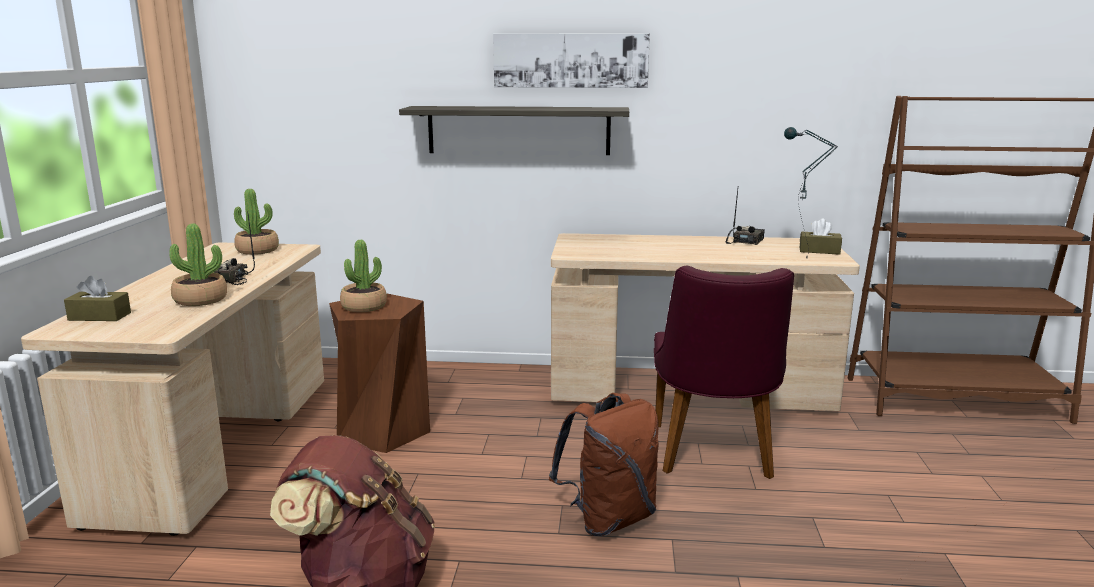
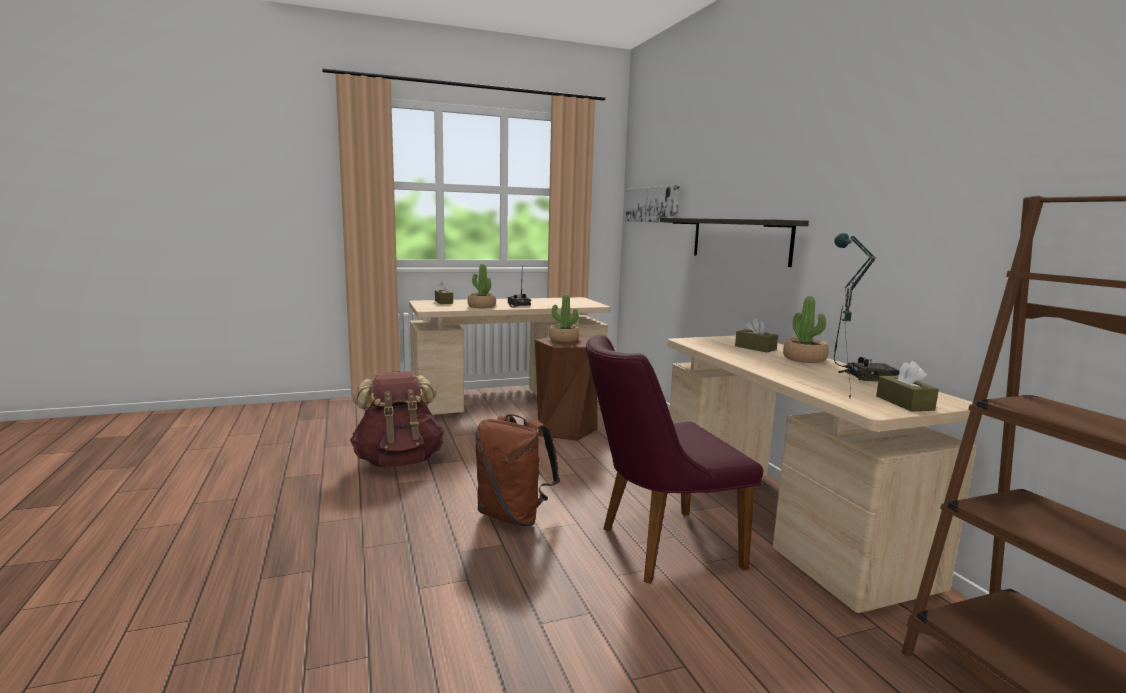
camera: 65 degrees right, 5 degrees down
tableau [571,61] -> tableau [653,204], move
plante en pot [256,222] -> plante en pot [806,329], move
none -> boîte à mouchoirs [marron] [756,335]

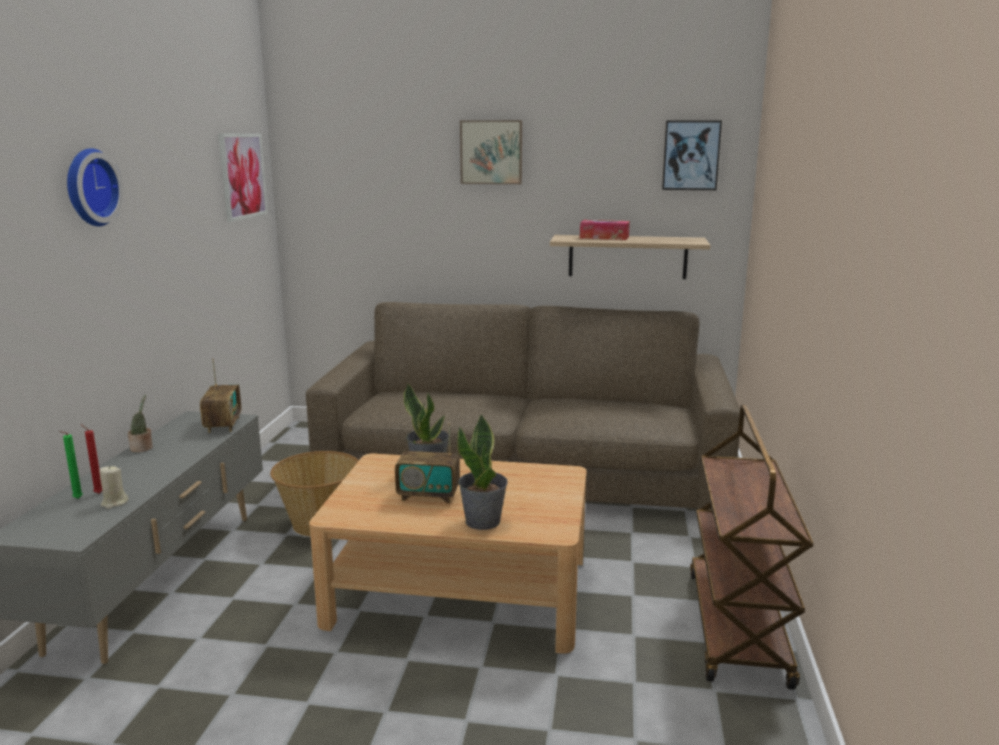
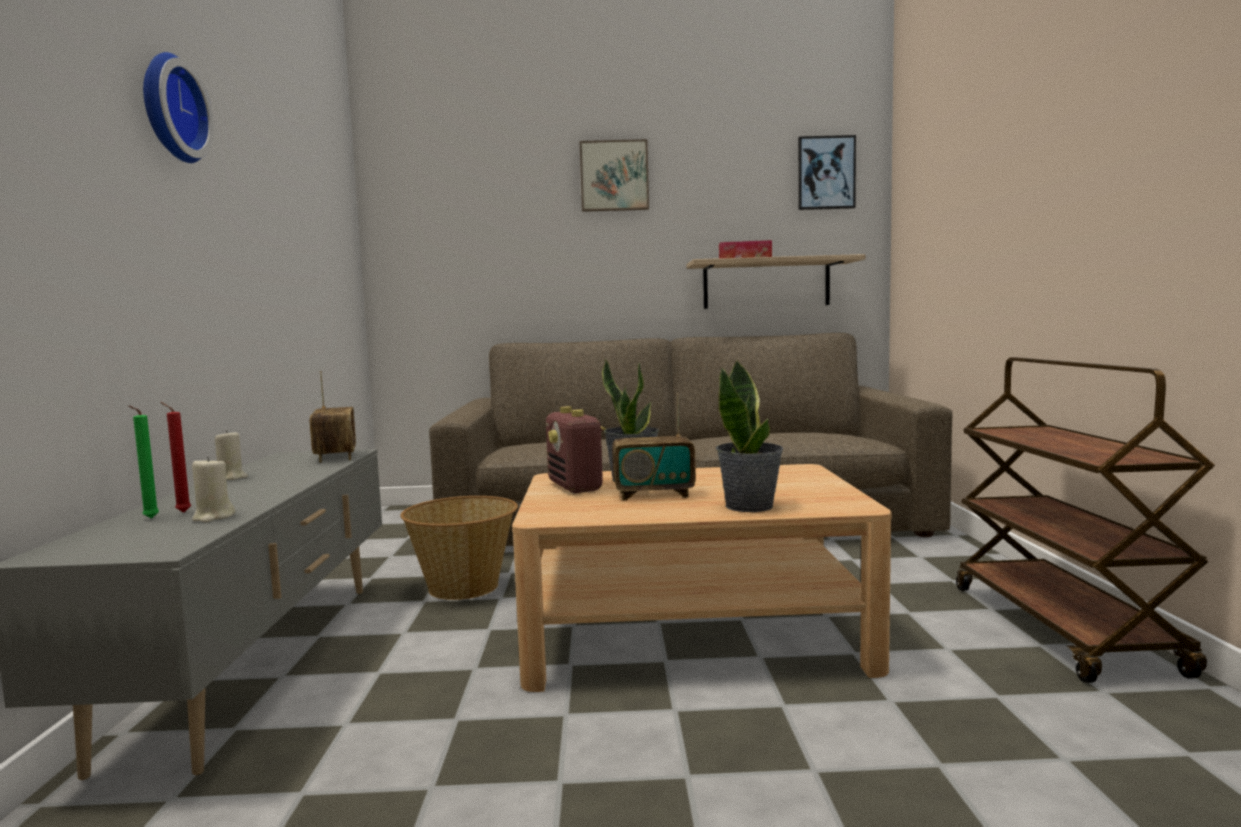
camera: 10 degrees left, 10 degrees down
tableau [243,177] -> none
plante en pot [140,423] -> bougie [beige] [231,455]
none -> radio [576,449]

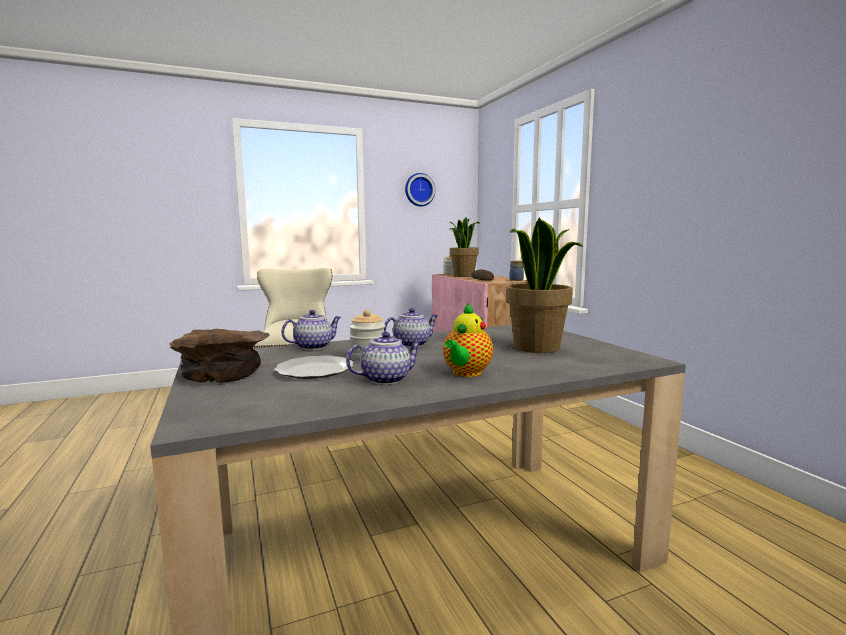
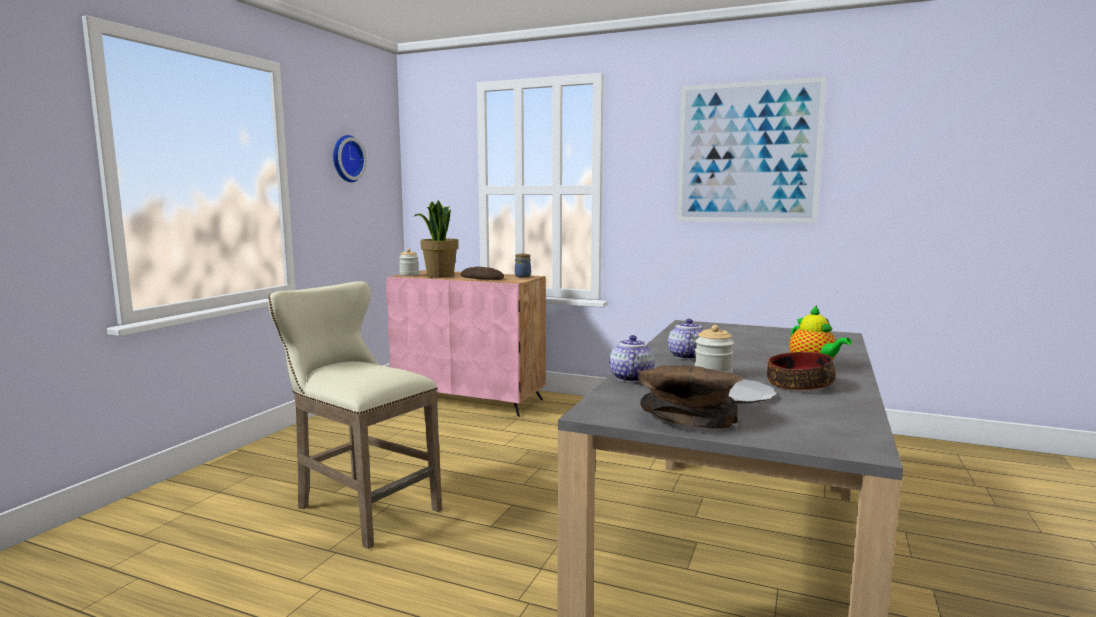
camera: 45 degrees left, 0 degrees up
plante en pot [544,285] -> none
théière [384,358] -> bol [801,371]
none -> tableau [752,150]

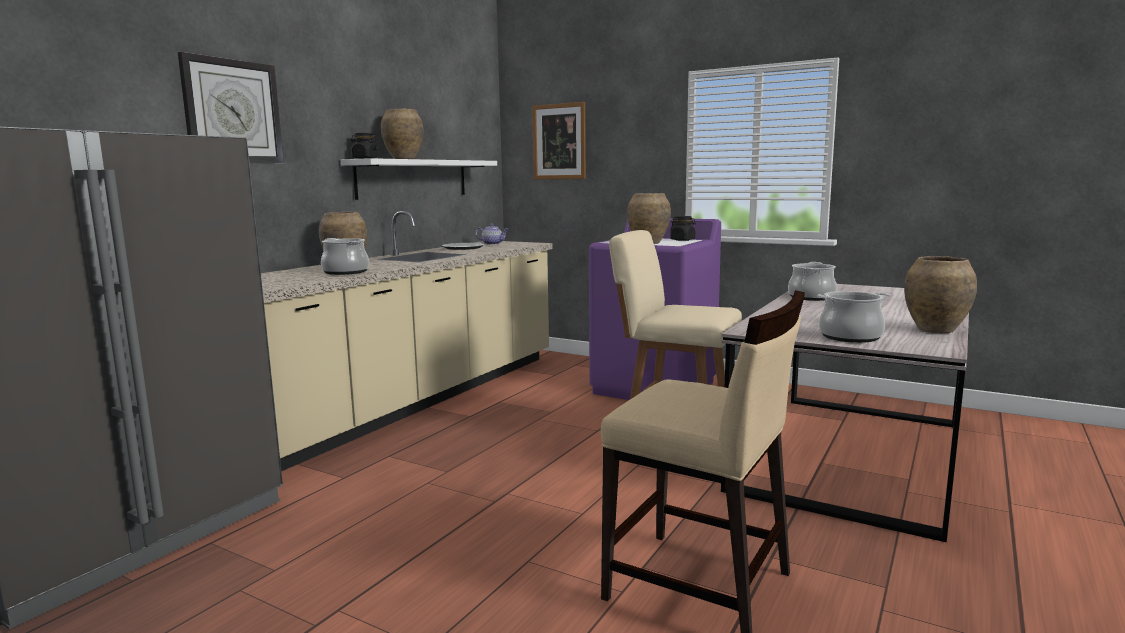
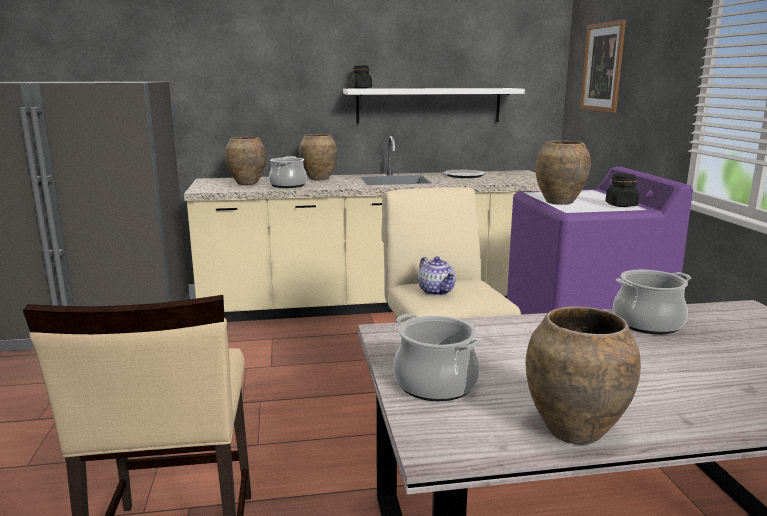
camera: 50 degrees right, 5 degrees up
horloge murale [231,107] -> none
vase [marron] [402,134] -> vase [marron] [245,161], move
théière [491,234] -> théière [437,276], move

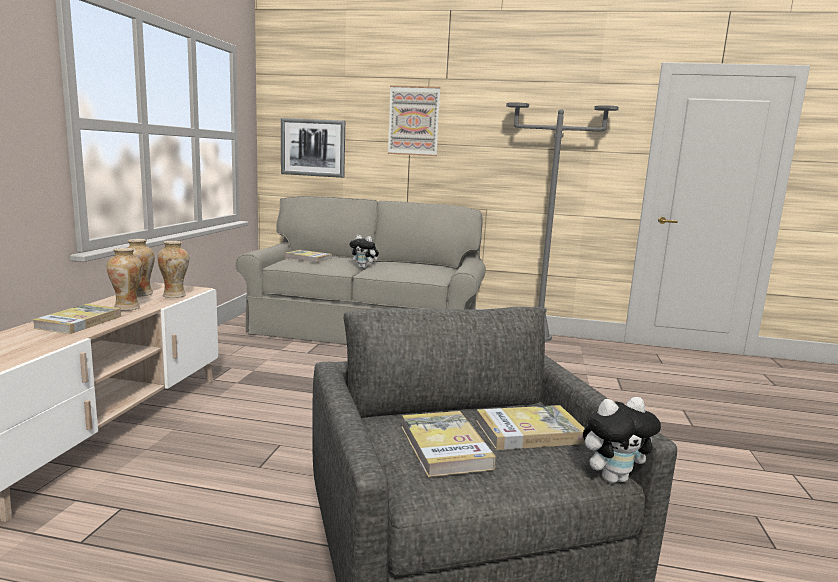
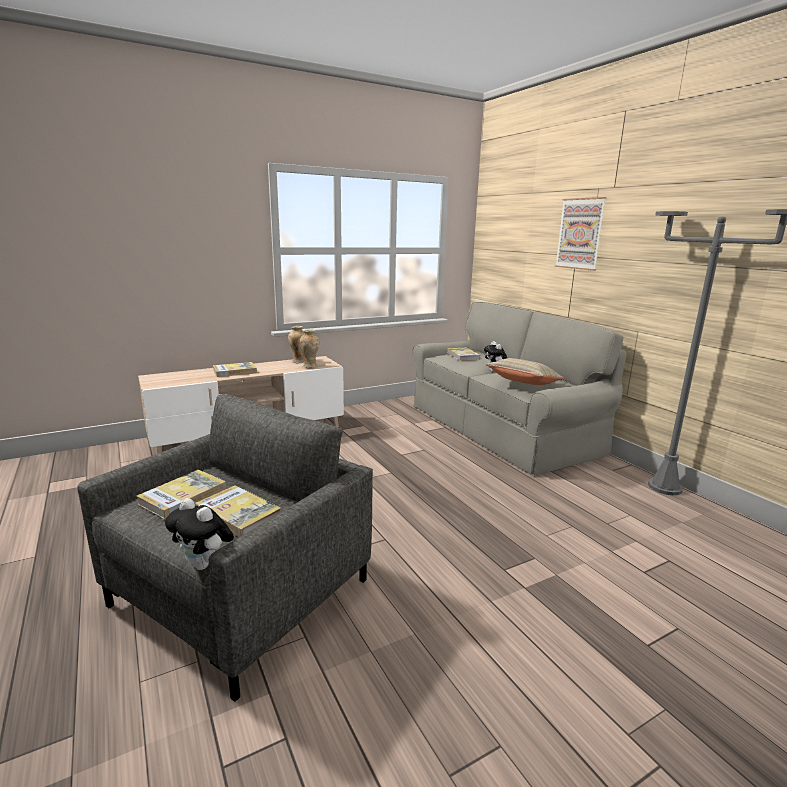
camera: 50 degrees right, 5 degrees up
tableau [313,148] -> none
vase [125,279] -> none
none -> coussin [beige] [525,371]

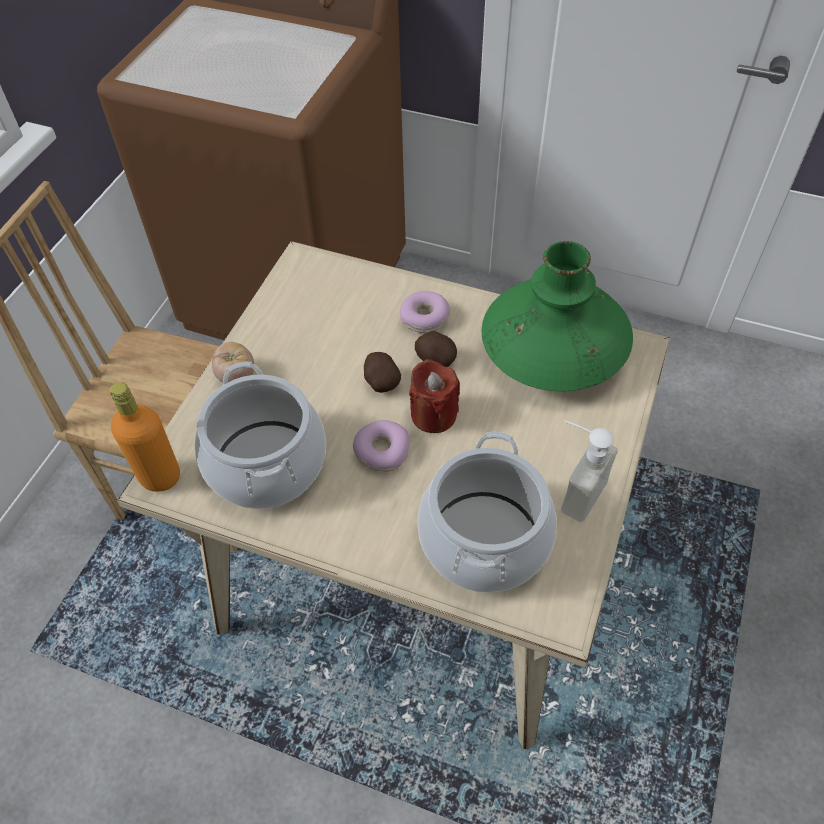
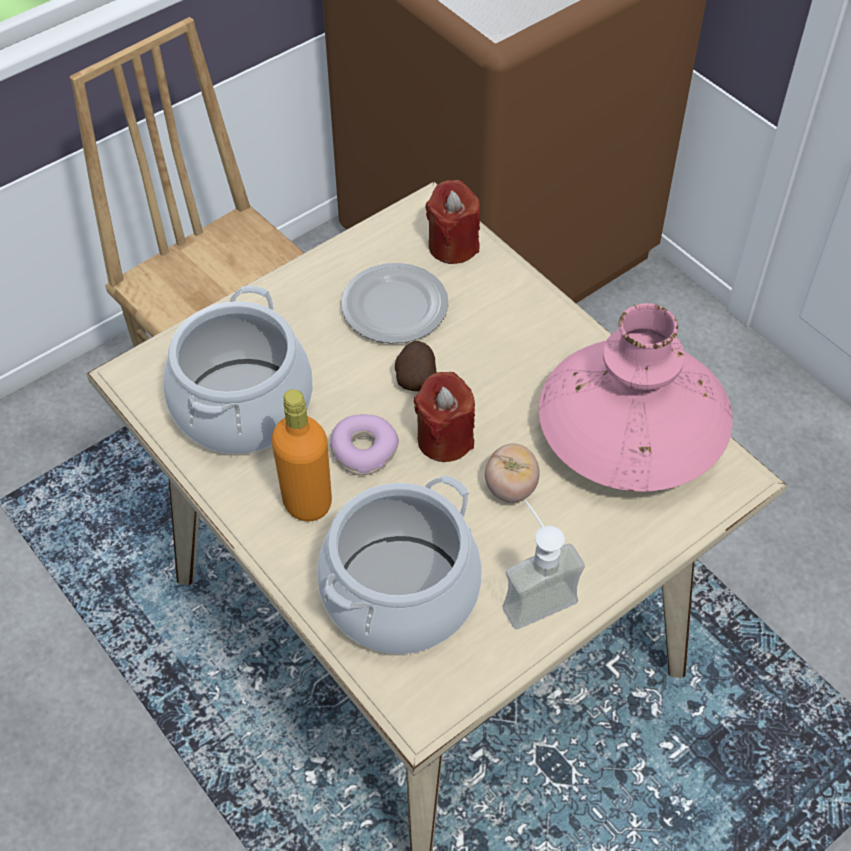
camera: 30 degrees right, 0 degrees up
vase [vert] [557,316] -> vase [rose] [636,397]
beignet [425,312] -> none
pomme de terre [436,349] -> none
tomate [233,362] -> tomate [512,473], move
bouteille [orange] [145,437] -> bouteille [orange] [301,455], move
none -> bougie [rouge] [453,222]
none -> assiette [395,303]

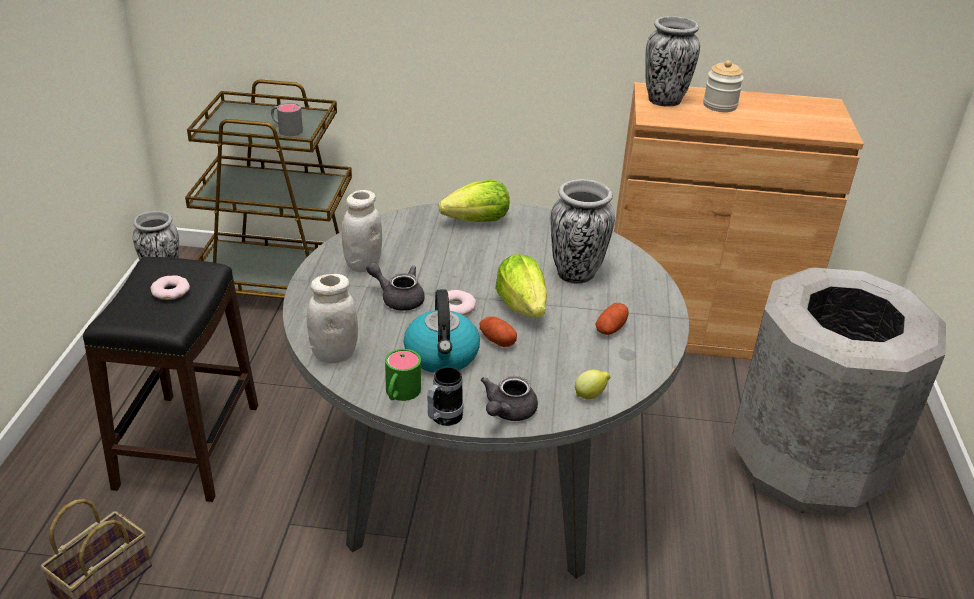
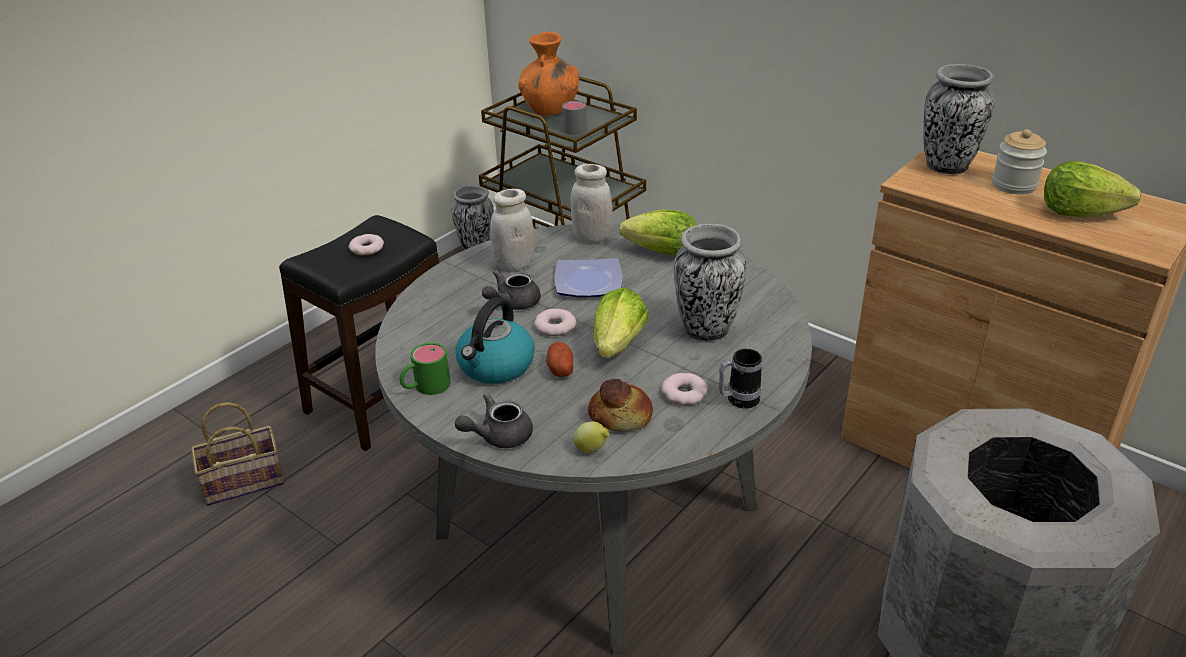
camera: 35 degrees right, 0 degrees up
théière [gris] [395,286] -> théière [gris] [511,290], 105 degrees counterclockwise
bocal [blanc] [332,319] -> bocal [blanc] [591,203], move
pomme de terre [612,319] -> beignet [684,389]
mug [445,396] -> mug [740,379], move
none -> vase [orange] [548,74]
none -> laitue [1092,189]
none -> assiette [588,277]
none -> pain [620,405]

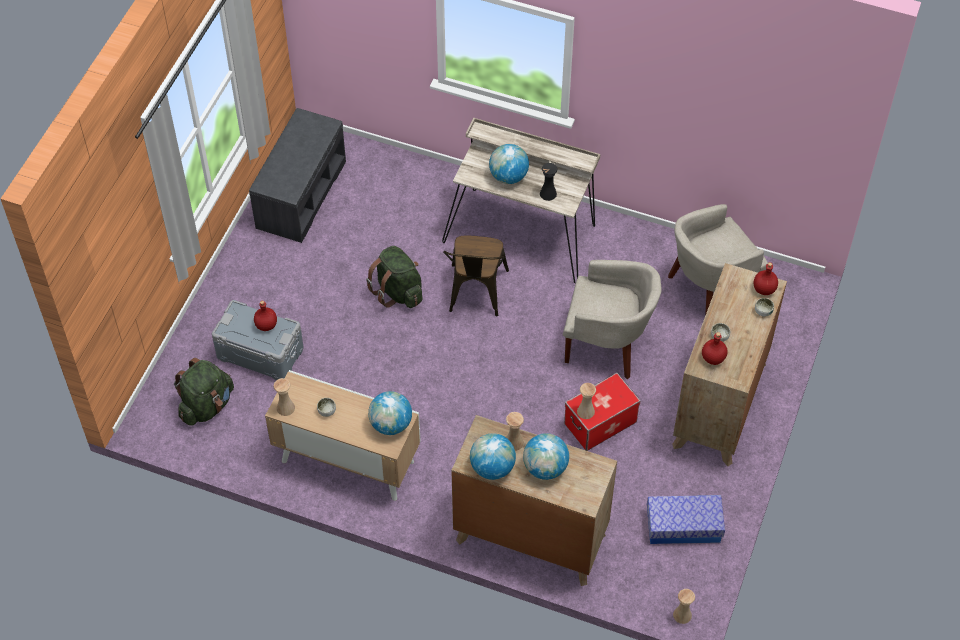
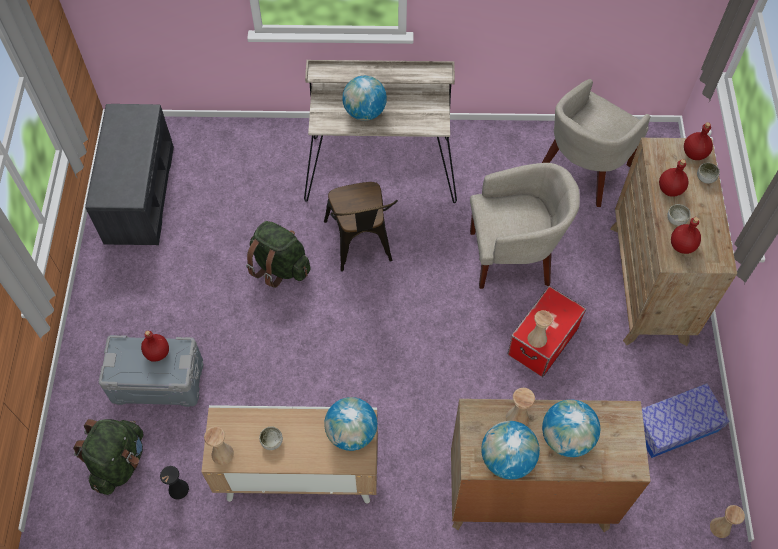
camera: 20 degrees left, 5 degrees up
vase [noir] [548,182] -> vase [noir] [174,483], move
none -> bouteille [rouge] [673,178]

